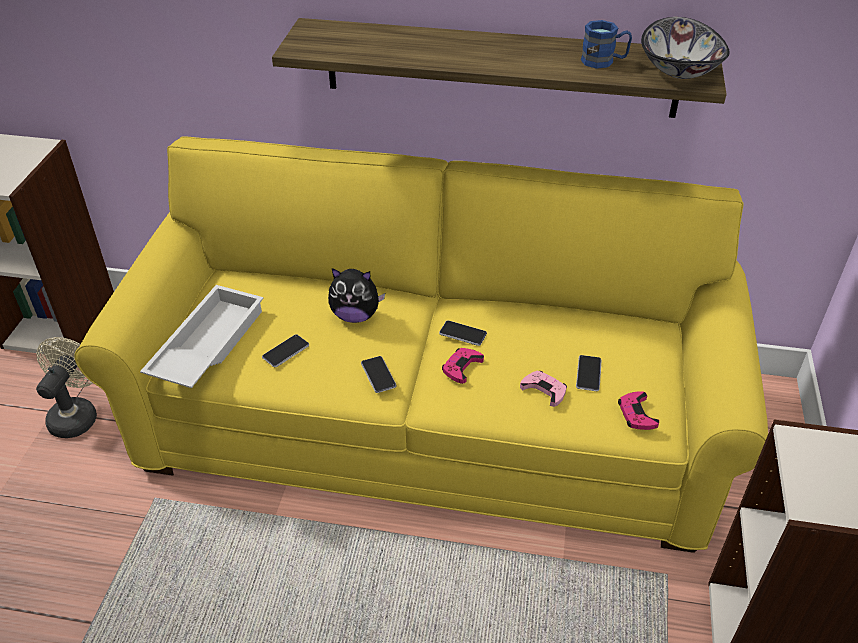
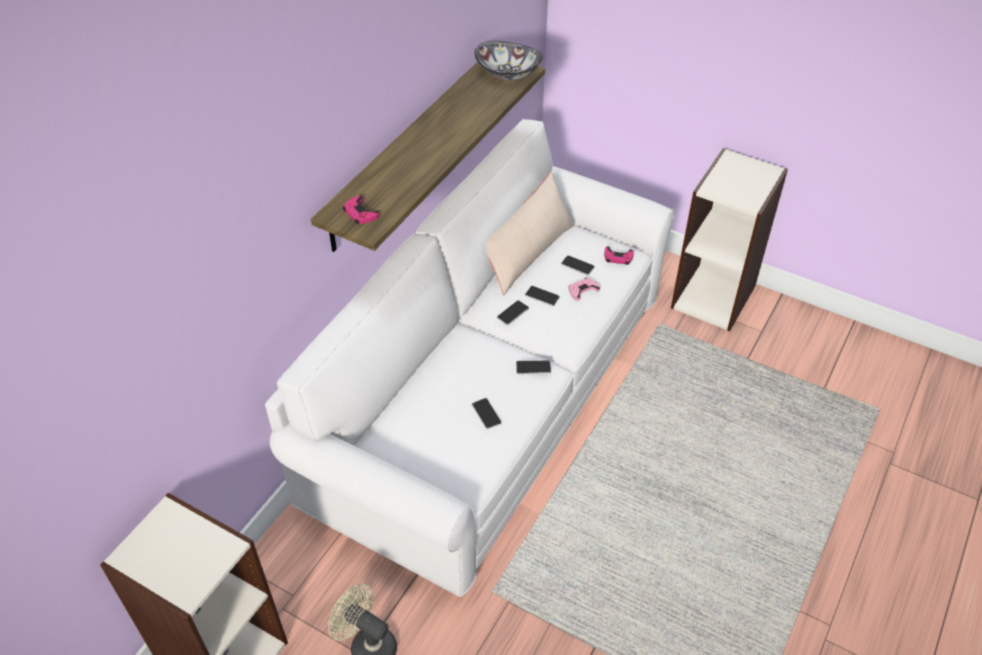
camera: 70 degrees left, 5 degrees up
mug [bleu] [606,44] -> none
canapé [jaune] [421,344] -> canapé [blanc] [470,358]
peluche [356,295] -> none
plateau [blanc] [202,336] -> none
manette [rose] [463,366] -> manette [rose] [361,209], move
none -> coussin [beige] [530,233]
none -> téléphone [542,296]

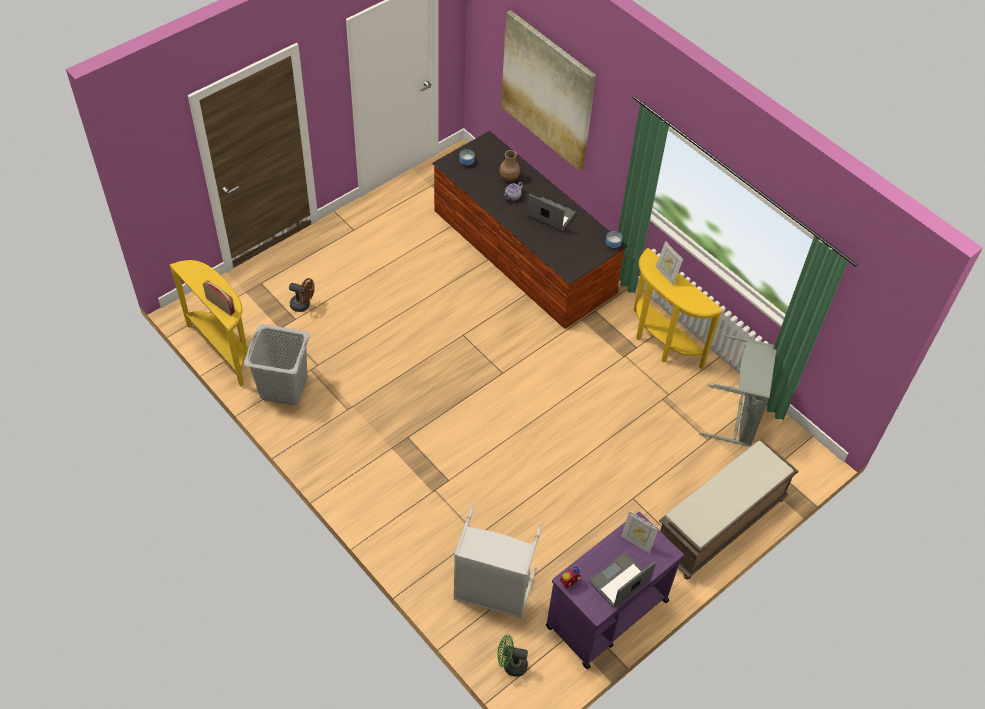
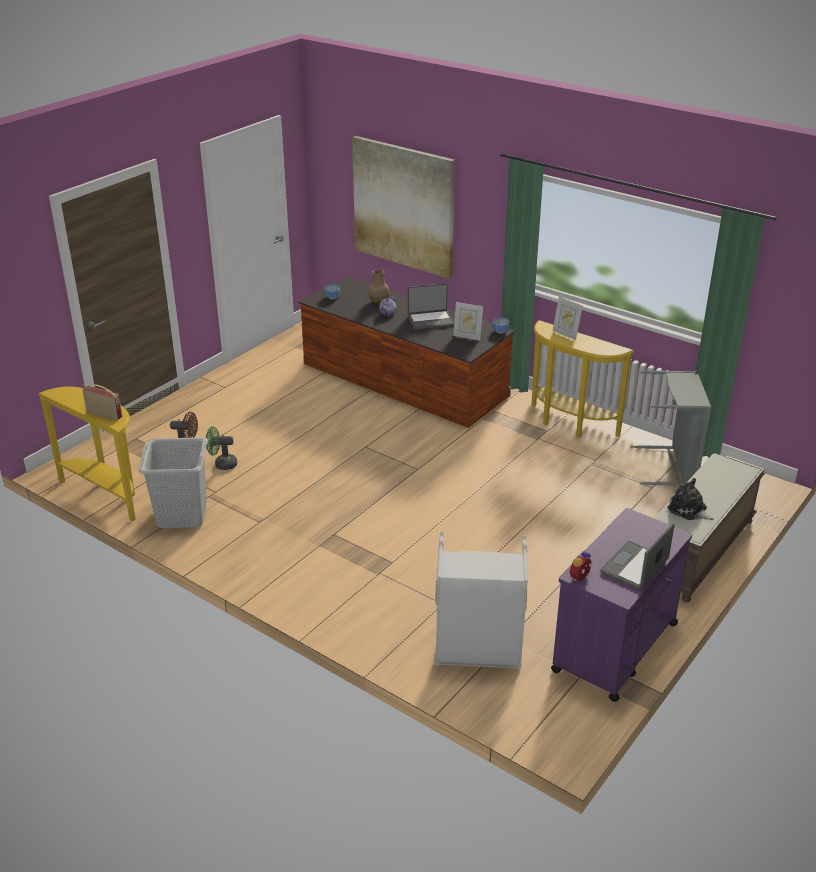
camera: 10 degrees left, 20 degrees down
ordinateur portable [551,212] -> ordinateur portable [431,306], 150 degrees clockwise
cadre photo [640,532] -> cadre photo [468,321], move
ventilateur [vert] [512,656] -> ventilateur [vert] [221,448], move
none -> peluche [690,499]

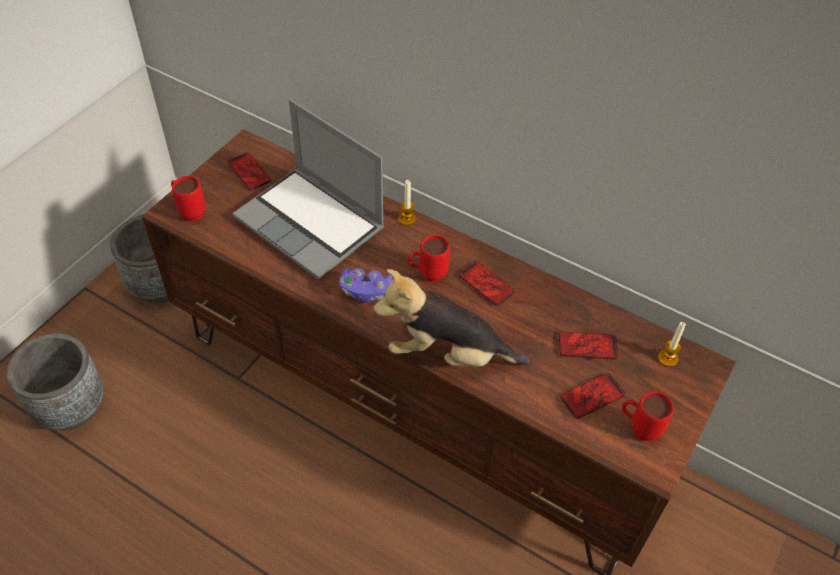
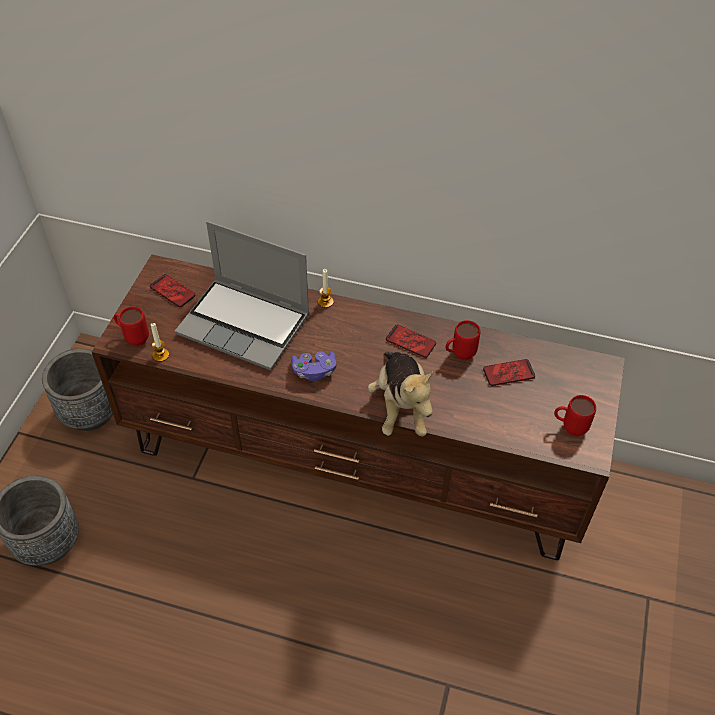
camera: 15 degrees left, 0 degrees up
mug [rouge] [429,258] -> mug [rouge] [463,340], move
peluche [452,318] -> peluche [400,394], 90 degrees counterclockwise
bougie [672,344] -> bougie [160,342], move
téléphone [592,396] -> none

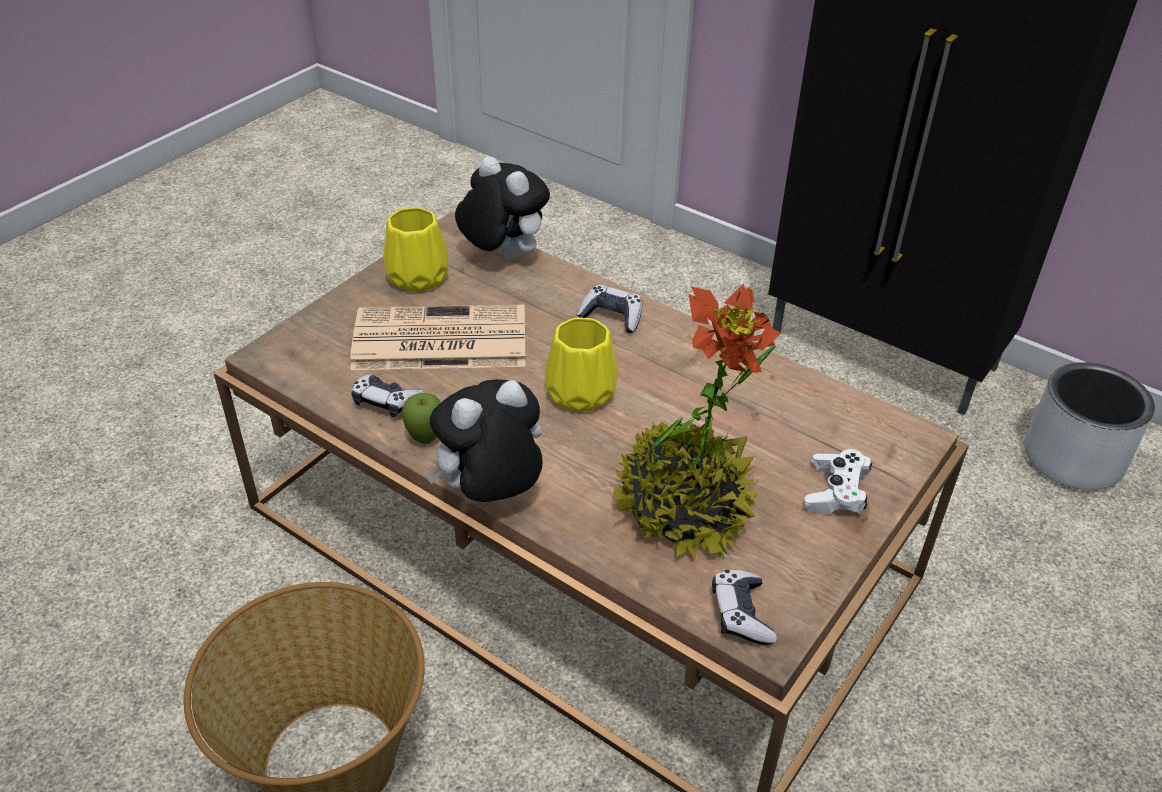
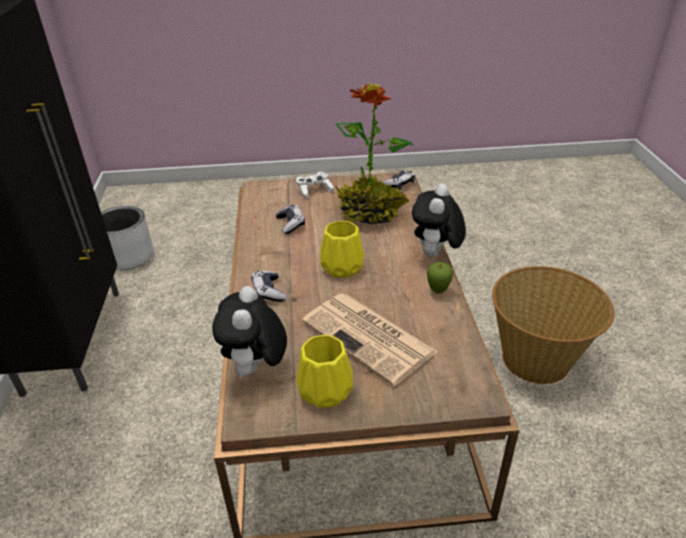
camera: 130 degrees left, 5 degrees down
manette [388,396] -> manette [290,219], move
peluche [484,440] -> peluche [439,220], 90 degrees clockwise

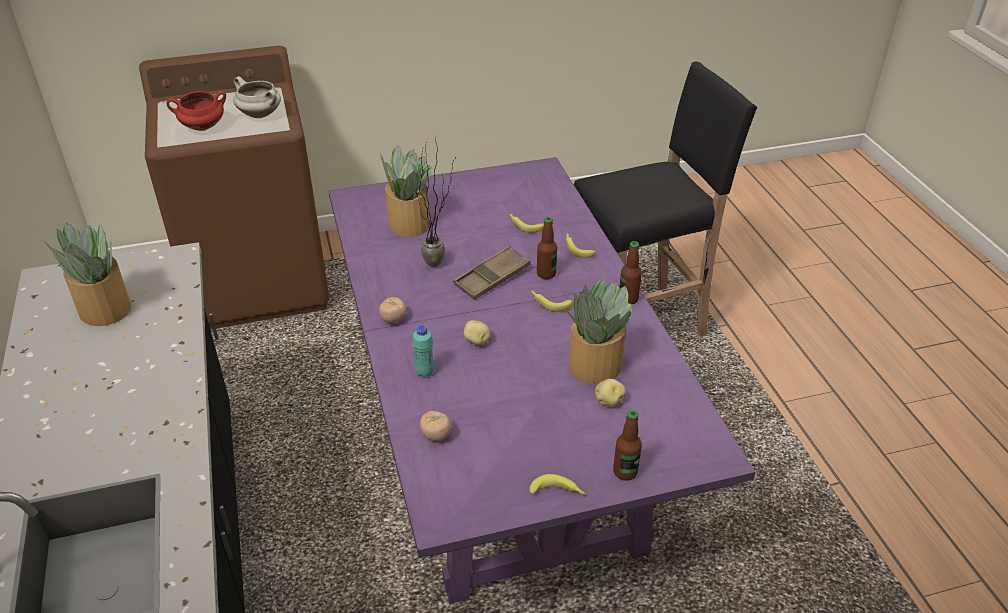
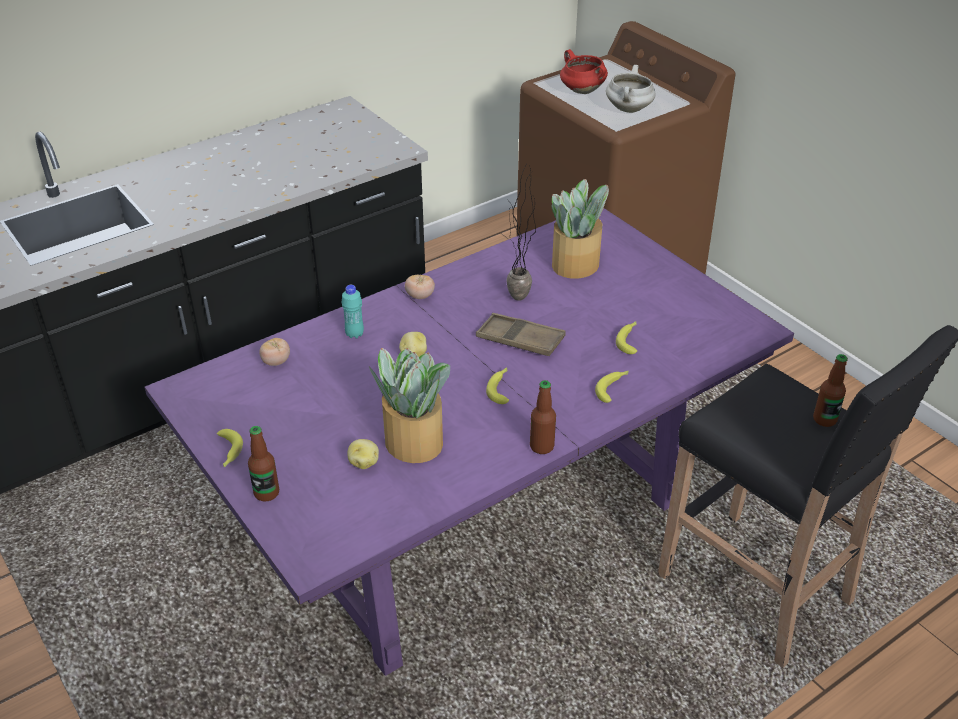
camera: 70 degrees right, 0 degrees up
bouteille [547,248] -> bouteille [830,390], move
plante en pot [87,274] -> none

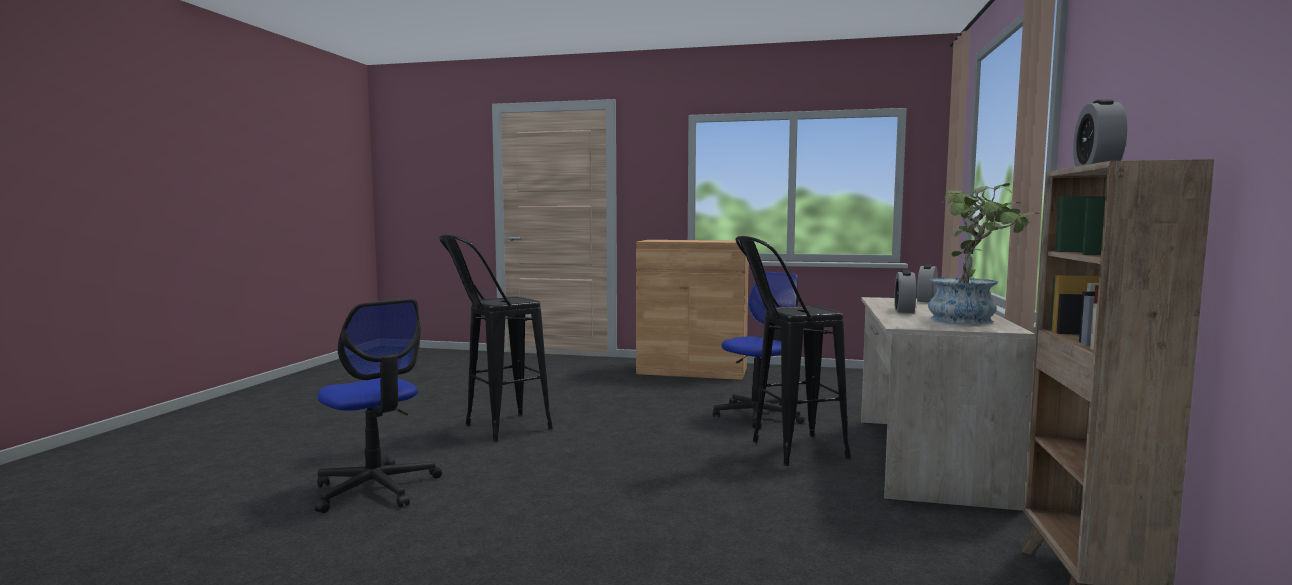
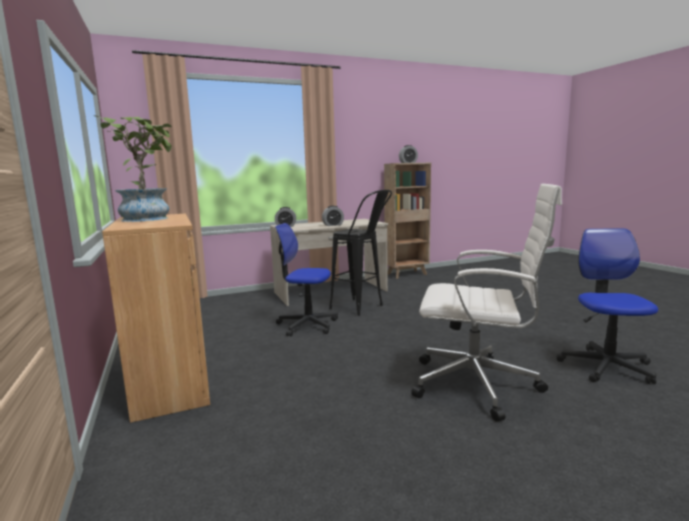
camera: 125 degrees left, 5 degrees up
plante en pot [984,253] -> plante en pot [133,168], move
tabouret [noir] [496,338] -> chaise de bureau [blanc] [486,302]

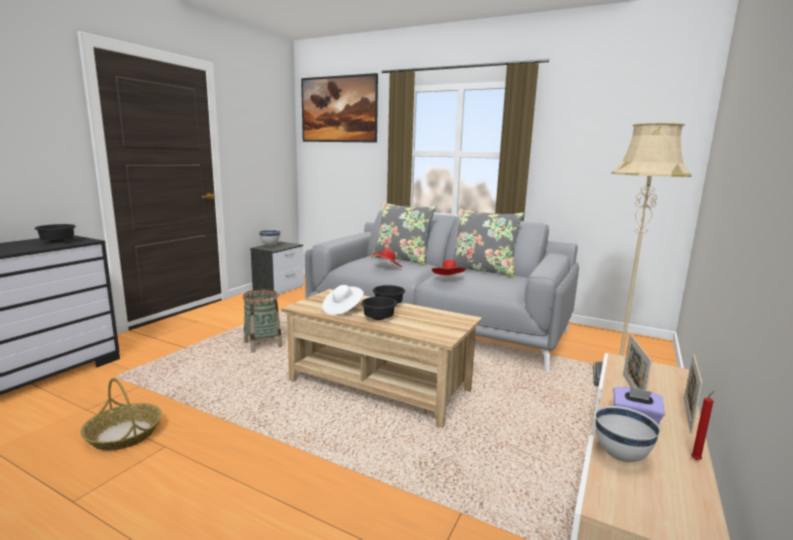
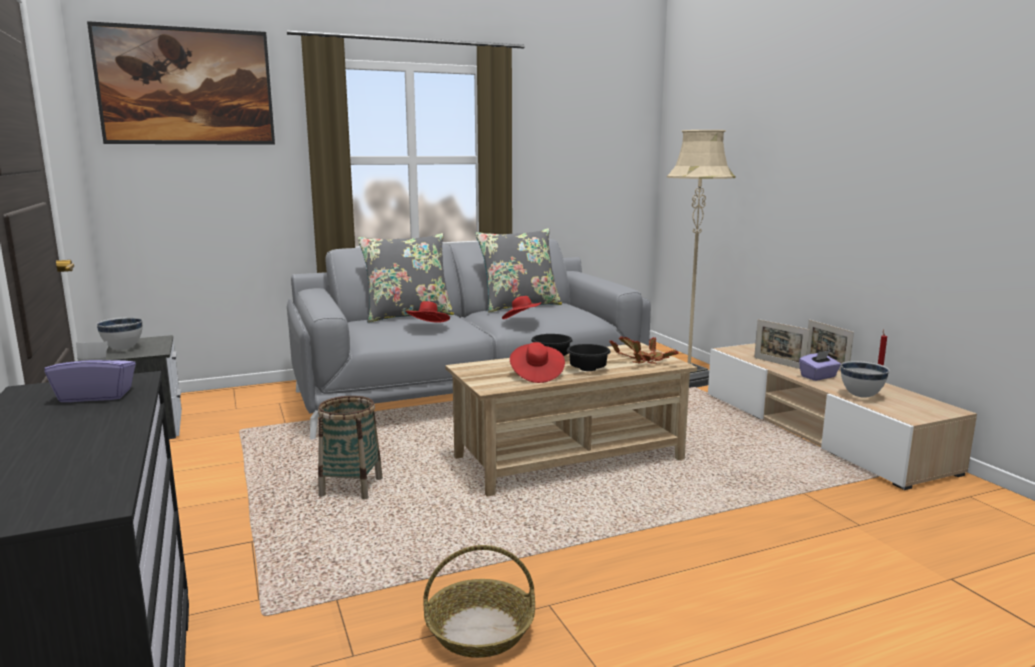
camera: 50 degrees left, 0 degrees up
bol [noir] [55,233] -> boîte à mouchoirs [violet] [90,371]
chapeau [blanc] [343,300] -> chapeau [rouge] [537,362]
none -> plante en pot [644,350]

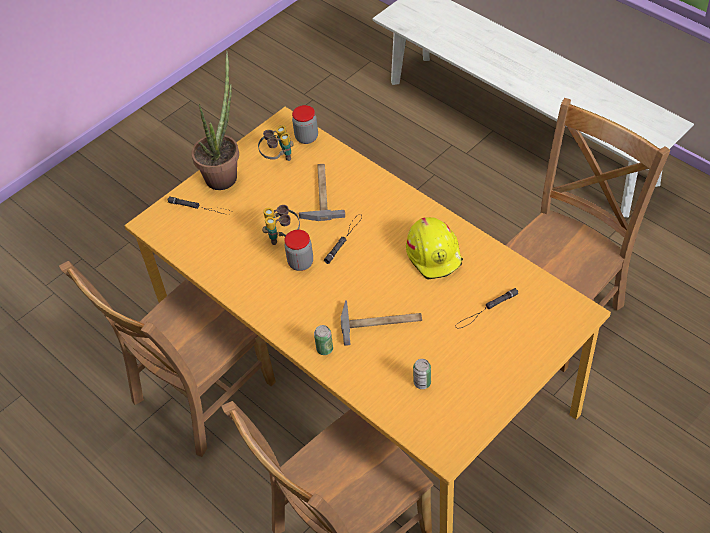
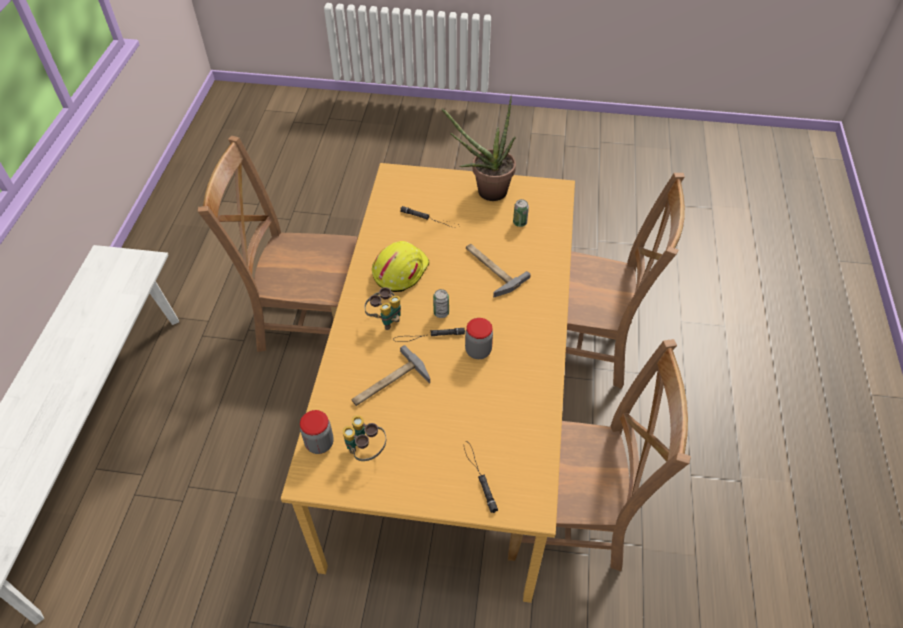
camera: 130 degrees left, 0 degrees up
plante en pot [215,120] -> plante en pot [478,148], move
jumelles [281,225] -> jumelles [383,308], move
boîte métallique [323,340] -> boîte métallique [441,303], move

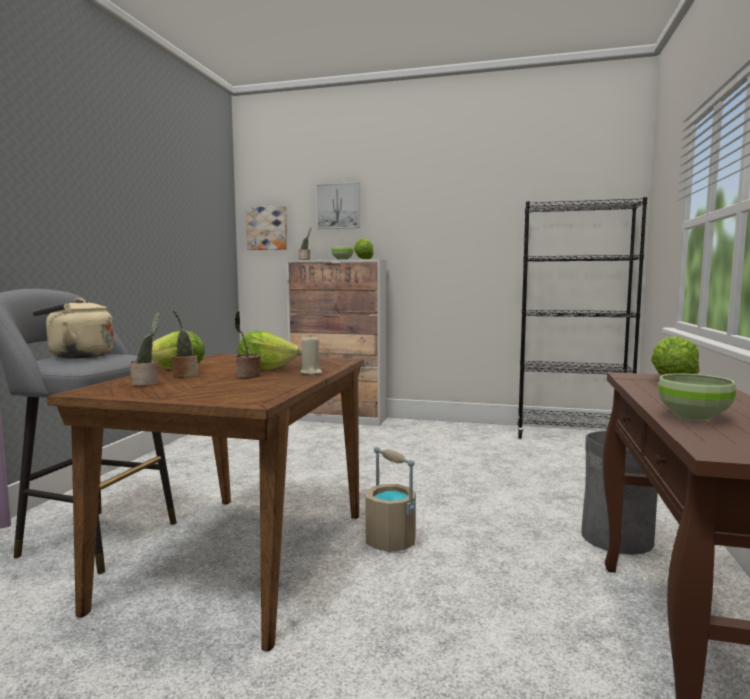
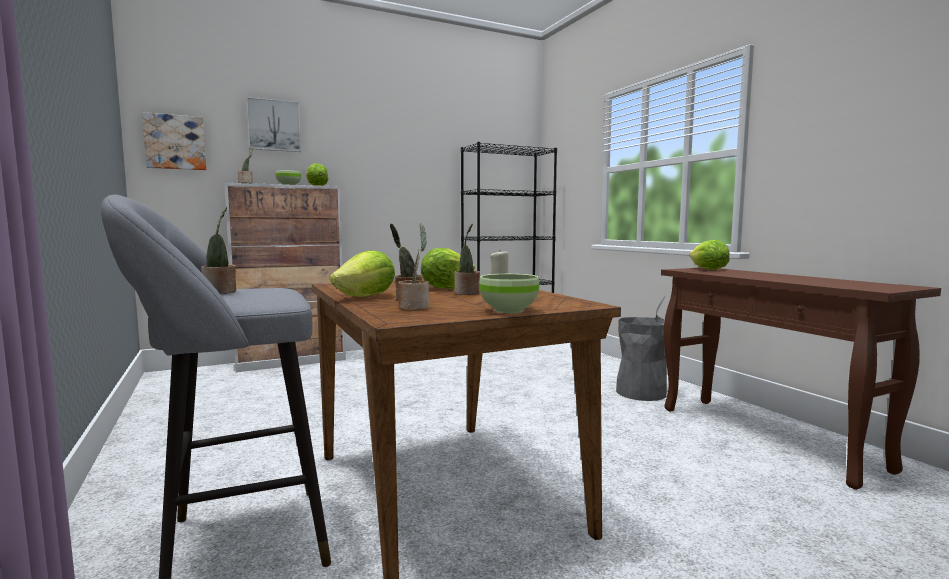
camera: 40 degrees left, 0 degrees up
bouilloire [beige] [73,328] -> plante en pot [218,250]
bol [vert] [697,397] -> bol [vert] [509,293], move
seau [beige] [390,499] -> none

